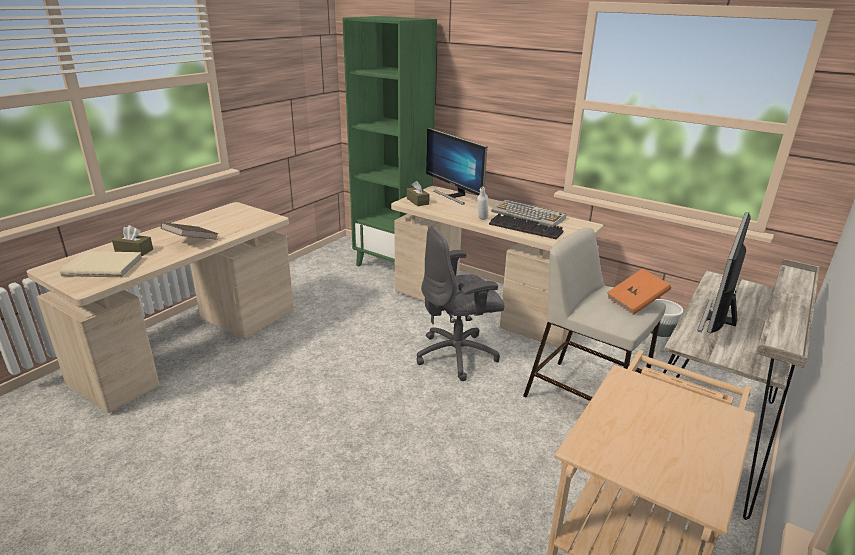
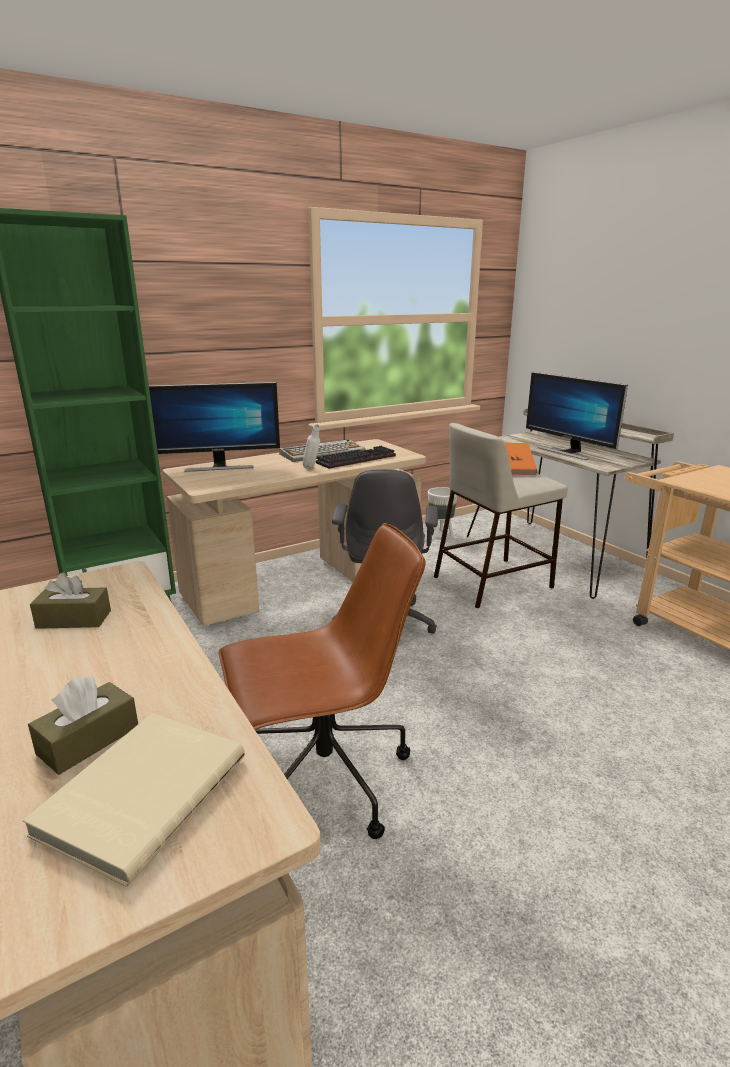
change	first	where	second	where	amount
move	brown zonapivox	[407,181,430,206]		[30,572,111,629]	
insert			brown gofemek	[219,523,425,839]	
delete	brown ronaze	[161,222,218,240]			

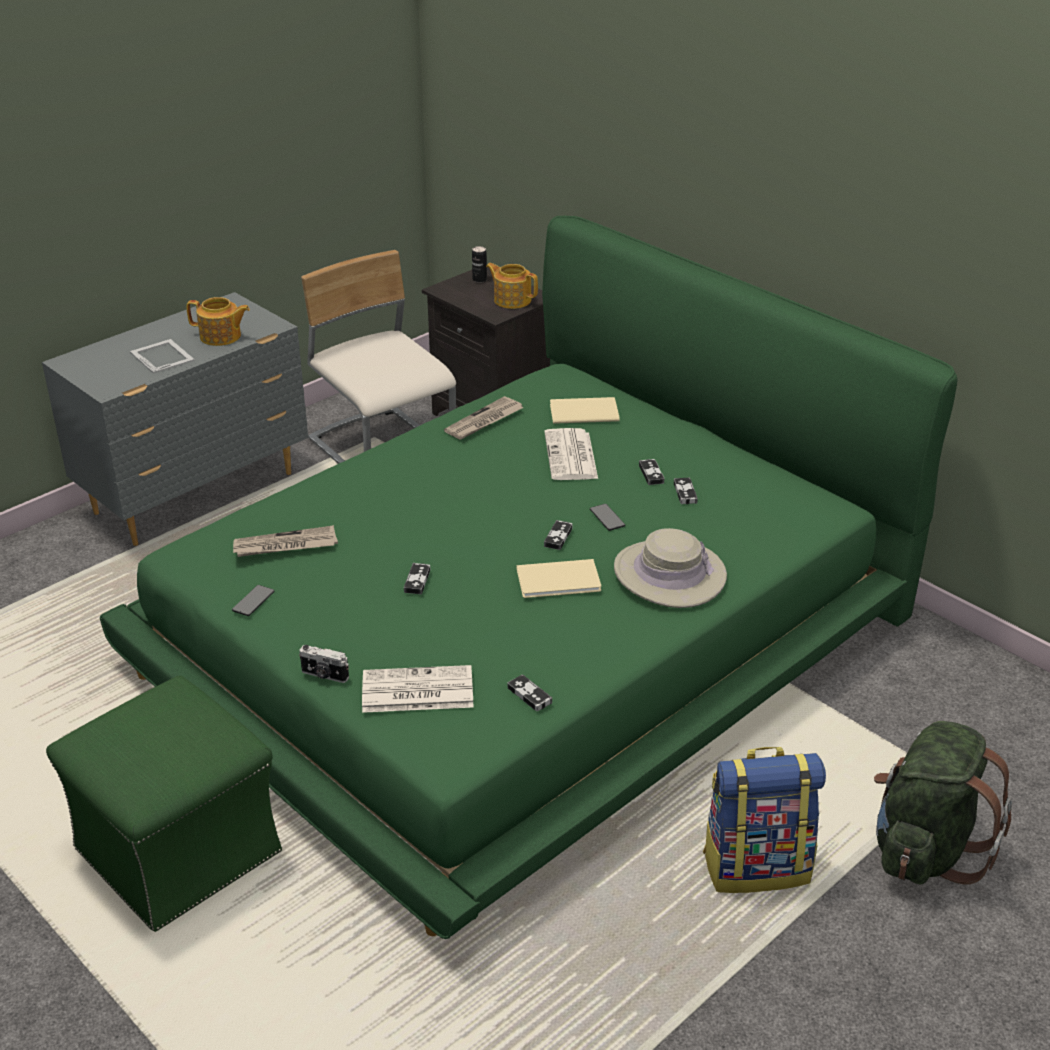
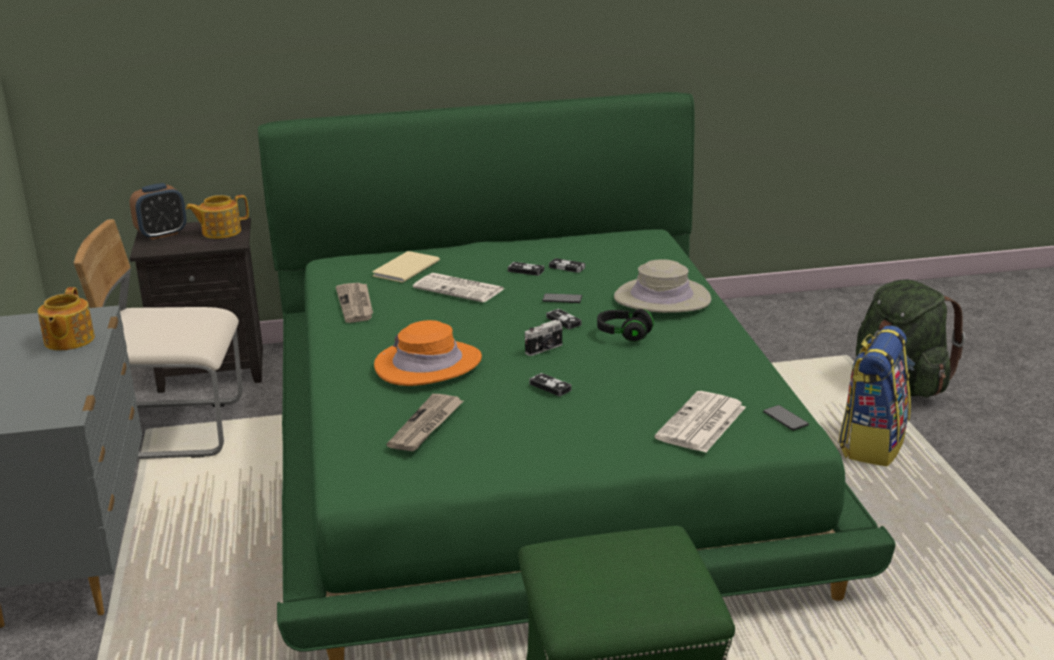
change	first	where	second	where	amount
rotate	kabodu	[187,297,250,346]		[38,287,95,350]	135 degrees clockwise
replace	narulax	[472,246,487,283]	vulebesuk	[130,183,187,240]	
insert			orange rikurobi	[374,320,482,386]	
move	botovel	[299,645,349,683]		[525,320,563,356]	
replace	beige ronaze	[516,559,601,598]	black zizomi	[597,309,654,342]	
move	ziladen	[232,585,275,616]		[763,405,809,431]	
delete	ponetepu	[130,339,195,374]			
delete	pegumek	[508,674,552,711]			

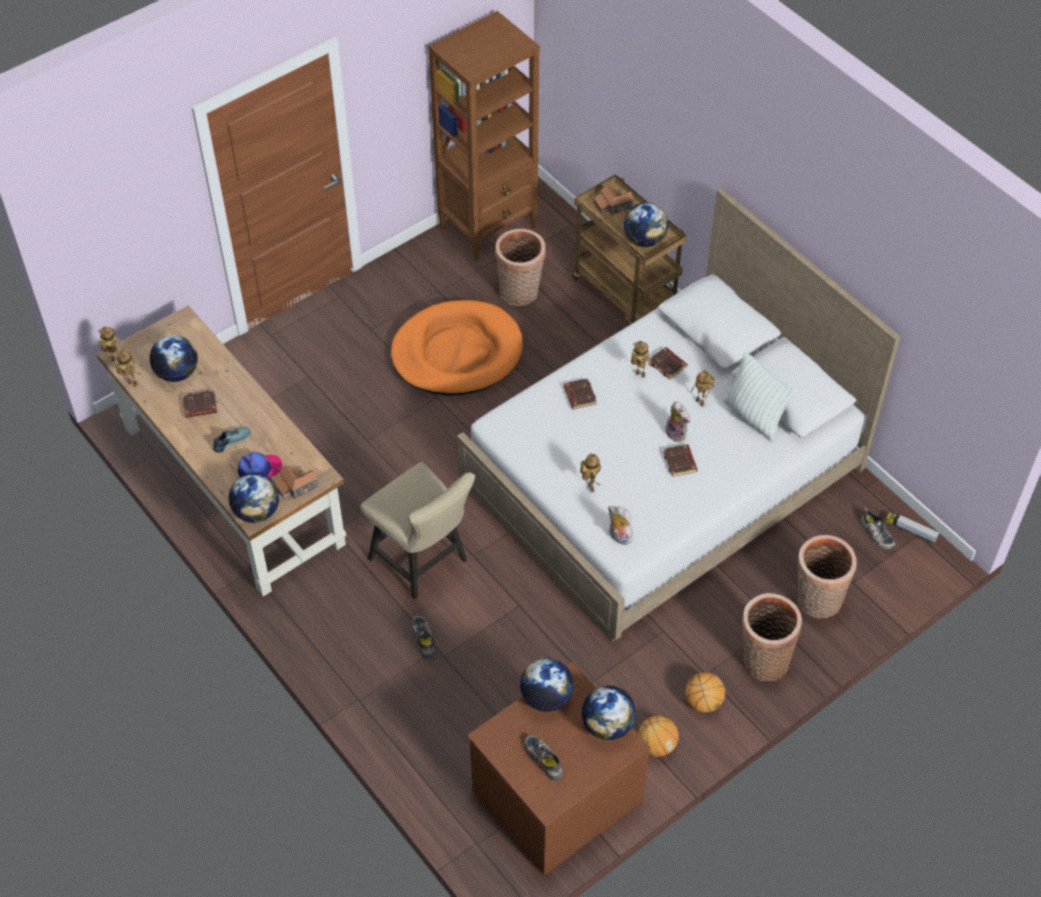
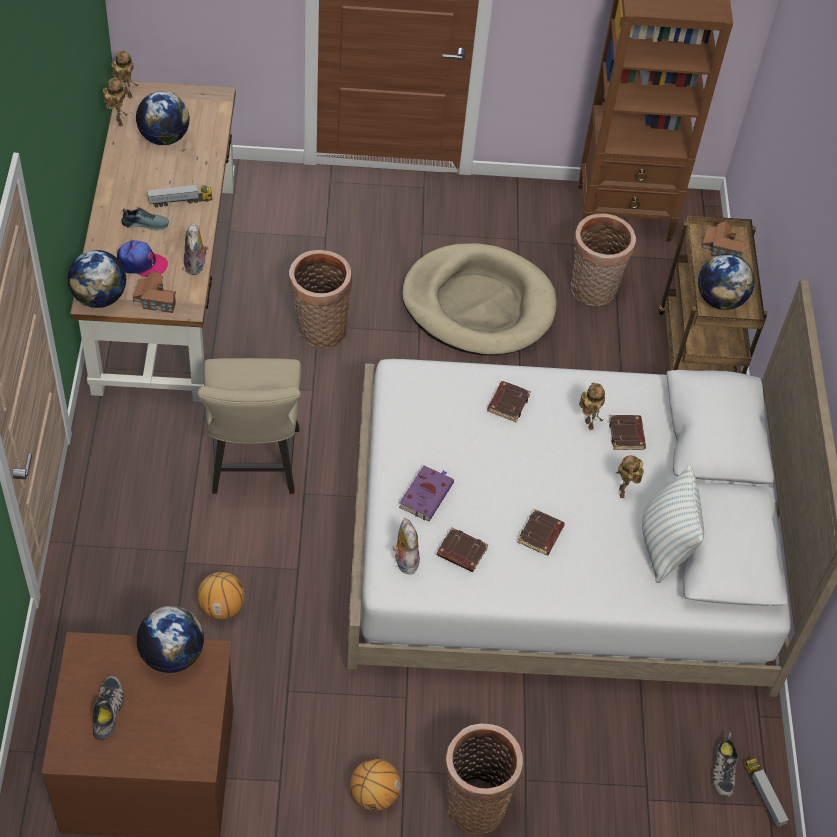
change	first	where	second	where	amount
insert			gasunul	[147,184,213,208]	
move	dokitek	[665,401,690,442]		[184,223,208,275]	
move	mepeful	[638,716,679,757]		[197,572,245,619]	
move	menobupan	[797,535,857,618]		[289,250,352,348]	
replace	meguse	[580,453,601,492]	purple ronaze	[399,465,454,521]	
recolor	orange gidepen	[391,300,523,396]	beige gidepen	[402,243,557,356]	
move	brown ronaze	[183,390,217,418]		[437,527,488,572]	
delete	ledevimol	[412,616,435,659]			
delete	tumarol	[582,686,636,740]			

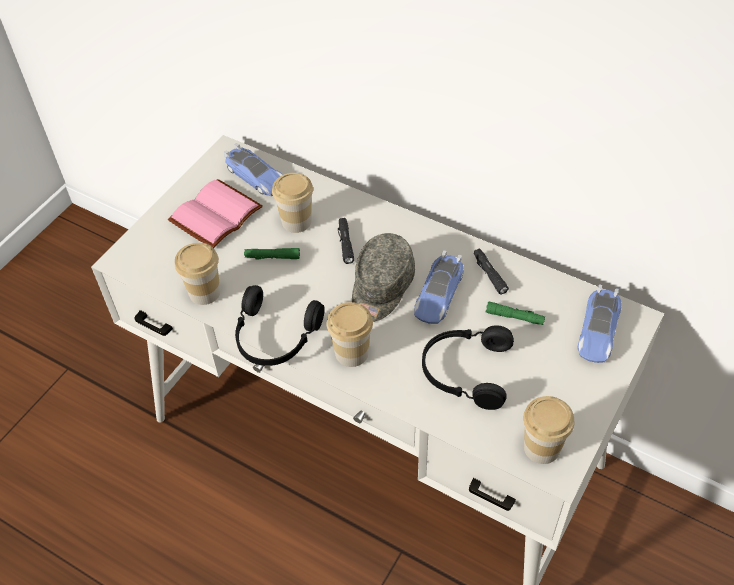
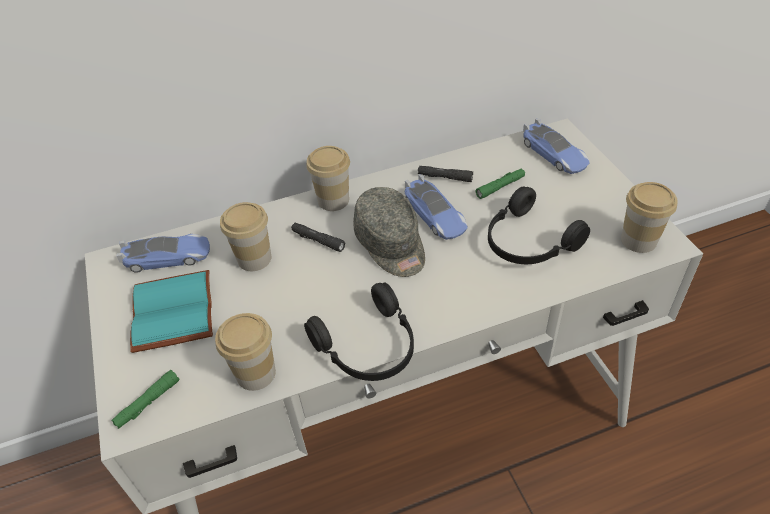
change	first	where	second	where	amount
move	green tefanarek	[244,248,300,259]		[111,370,180,429]	
recolor	pink ronaze	[168,179,263,248]	turquoise ronaze	[130,270,213,353]	
move	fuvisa	[327,302,373,367]		[306,146,350,211]	

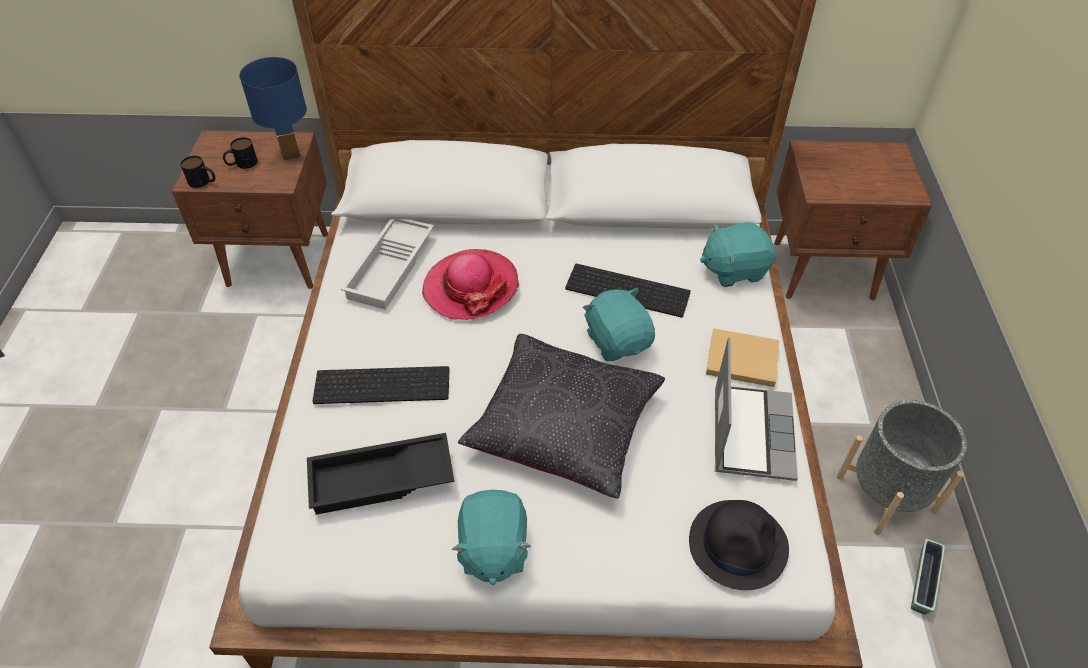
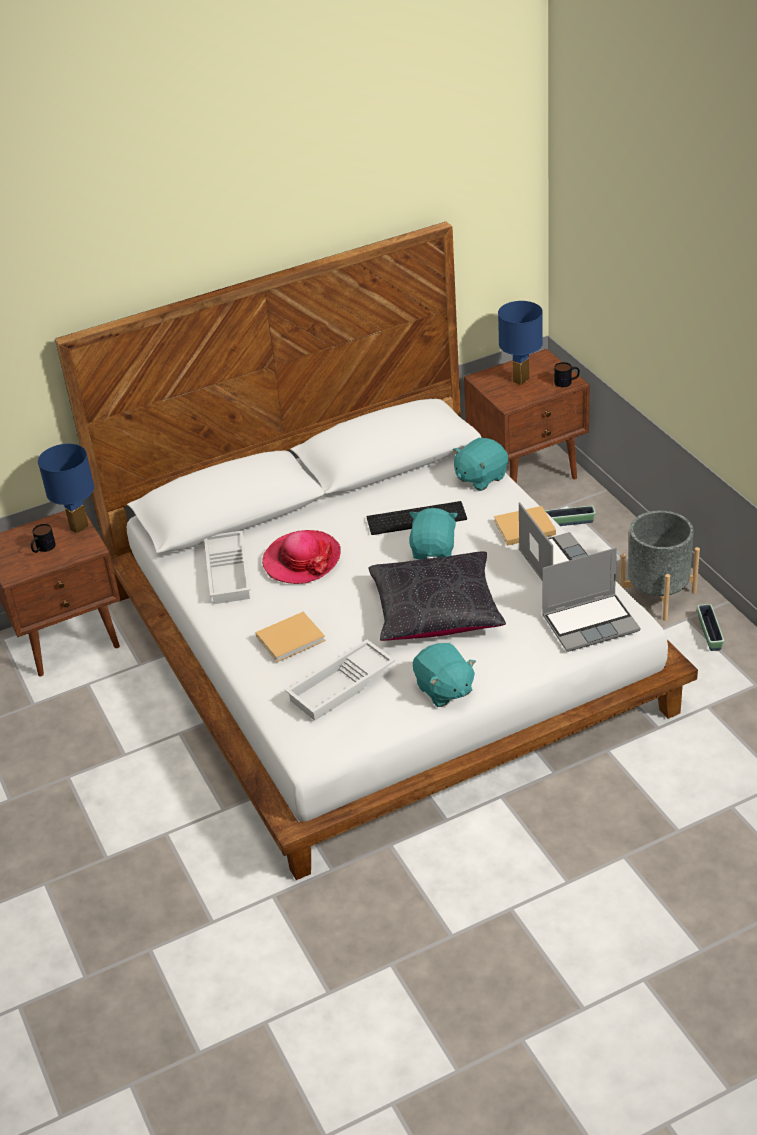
change	first	where	second	where	amount
replace	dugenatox	[312,366,450,404]	beige ronaze	[256,612,326,662]	
recolor	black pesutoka	[307,433,455,515]	white pesutoka	[285,640,395,721]	
rotate	turquoise dokitek	[583,288,655,361]		[409,508,458,559]	60 degrees clockwise
insert			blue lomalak	[498,301,543,385]	
replace	black rikurobi	[689,500,789,590]	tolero	[542,548,640,652]	
insert			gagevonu	[545,506,596,526]	
move	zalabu	[181,156,215,188]		[554,362,580,387]	

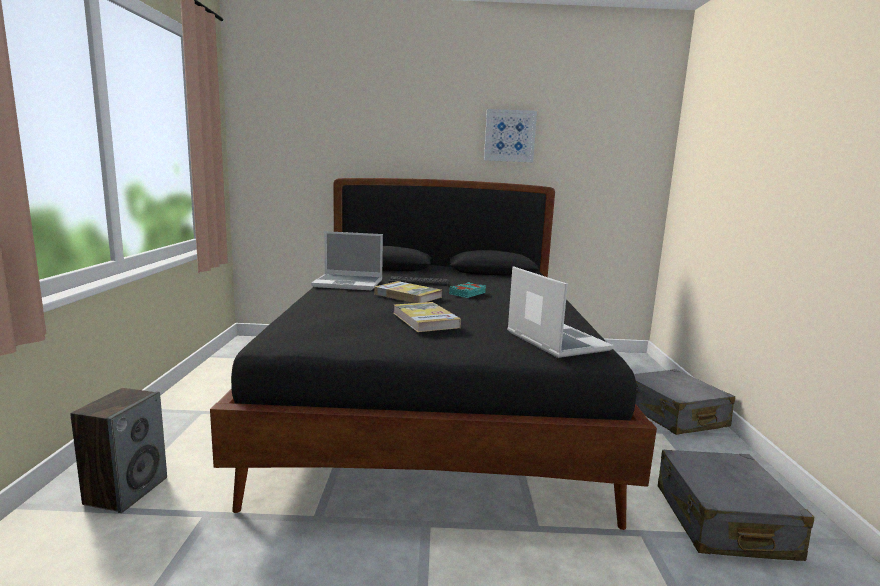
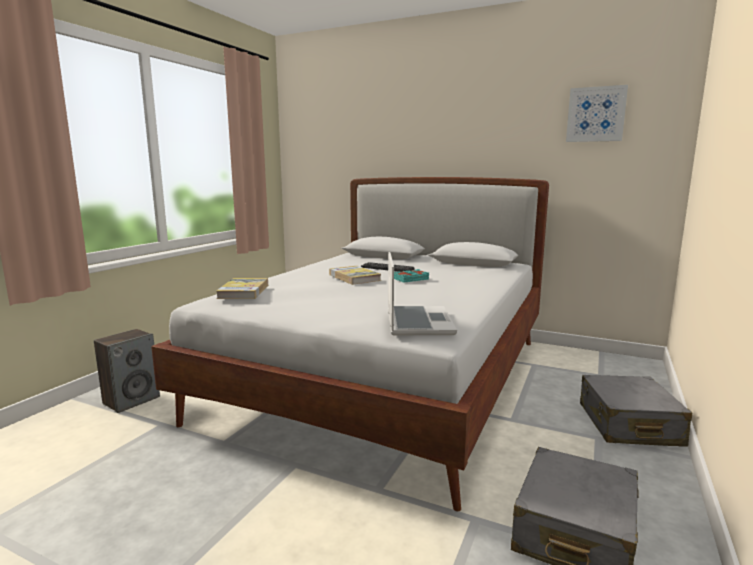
change	first	where	second	where	amount
recolor	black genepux	[210,178,657,530]	white genepux	[151,177,549,512]	
move	ronaze	[393,302,461,332]		[216,278,268,299]	
move	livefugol	[484,109,537,162]		[566,85,628,142]	
delete	tolero	[311,231,383,290]			

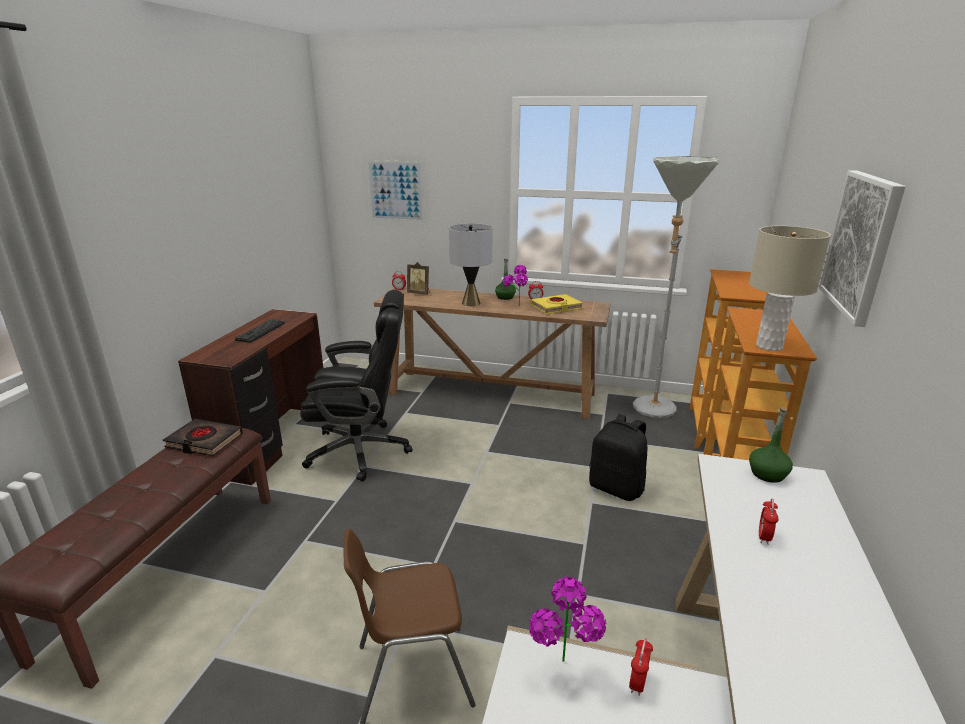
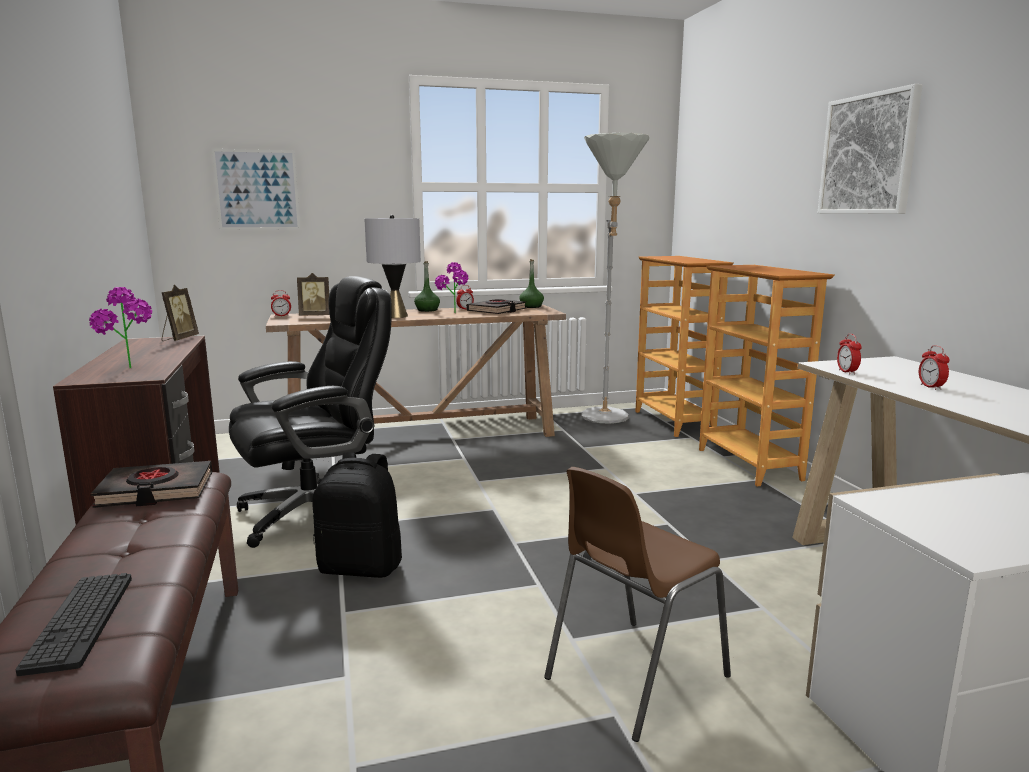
change	first	where	second	where	amount
move	dugenatox	[235,319,285,343]		[15,573,132,676]	
move	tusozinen	[529,576,606,662]		[89,287,152,368]	
insert			ponetepu	[162,285,199,341]	
move	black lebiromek	[589,414,648,501]		[313,452,402,578]	
recolor	yellow ronaze	[530,294,583,314]	black ronaze	[467,299,526,314]	
move	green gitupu	[749,407,793,483]		[519,259,544,308]	
move	vulebesuk	[629,638,653,696]		[837,334,862,374]	
delete	beige lomalak	[749,226,831,351]			

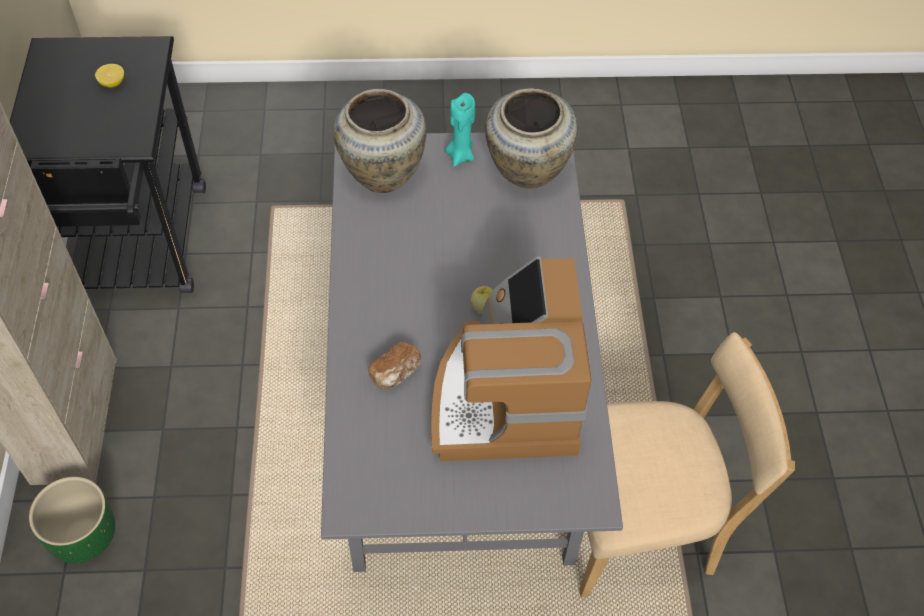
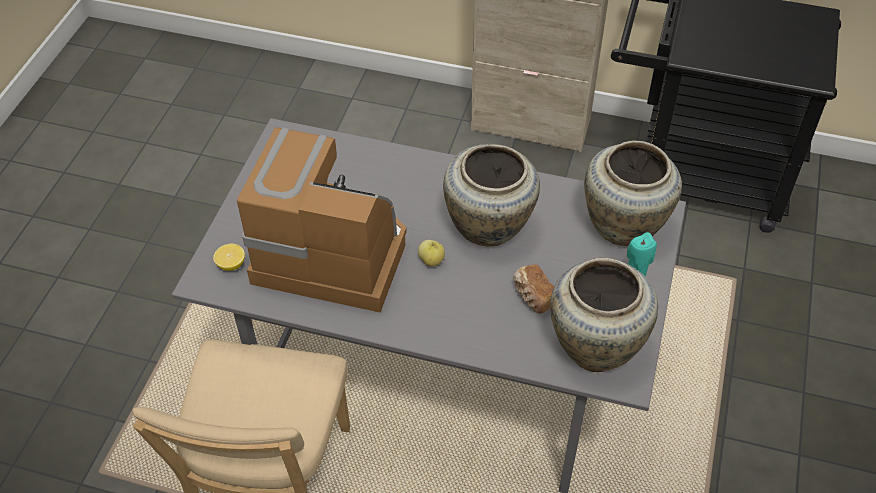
change	first	where	second	where	amount
move	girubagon	[95,64,124,88]		[213,244,245,271]	
insert			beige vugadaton	[443,144,540,247]	
move	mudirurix	[369,342,421,390]		[513,264,554,314]	
delete	green gagevonu	[29,477,115,563]			

